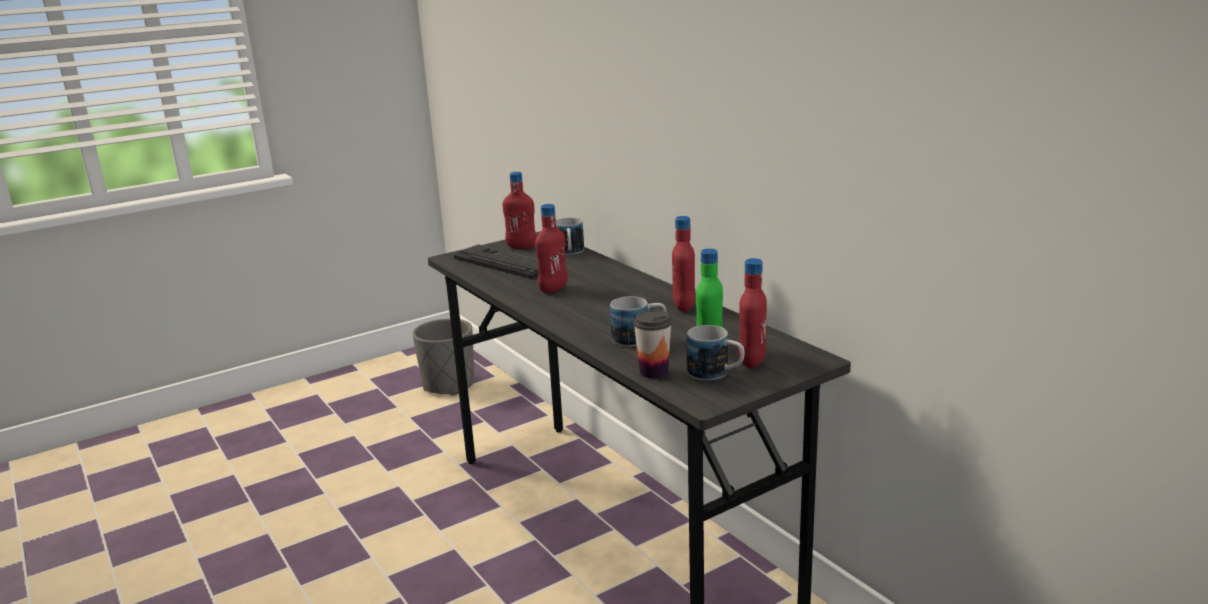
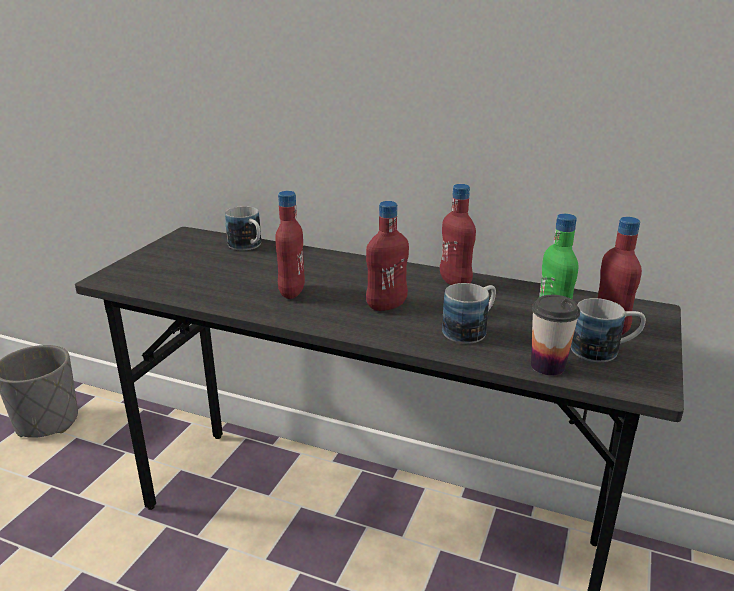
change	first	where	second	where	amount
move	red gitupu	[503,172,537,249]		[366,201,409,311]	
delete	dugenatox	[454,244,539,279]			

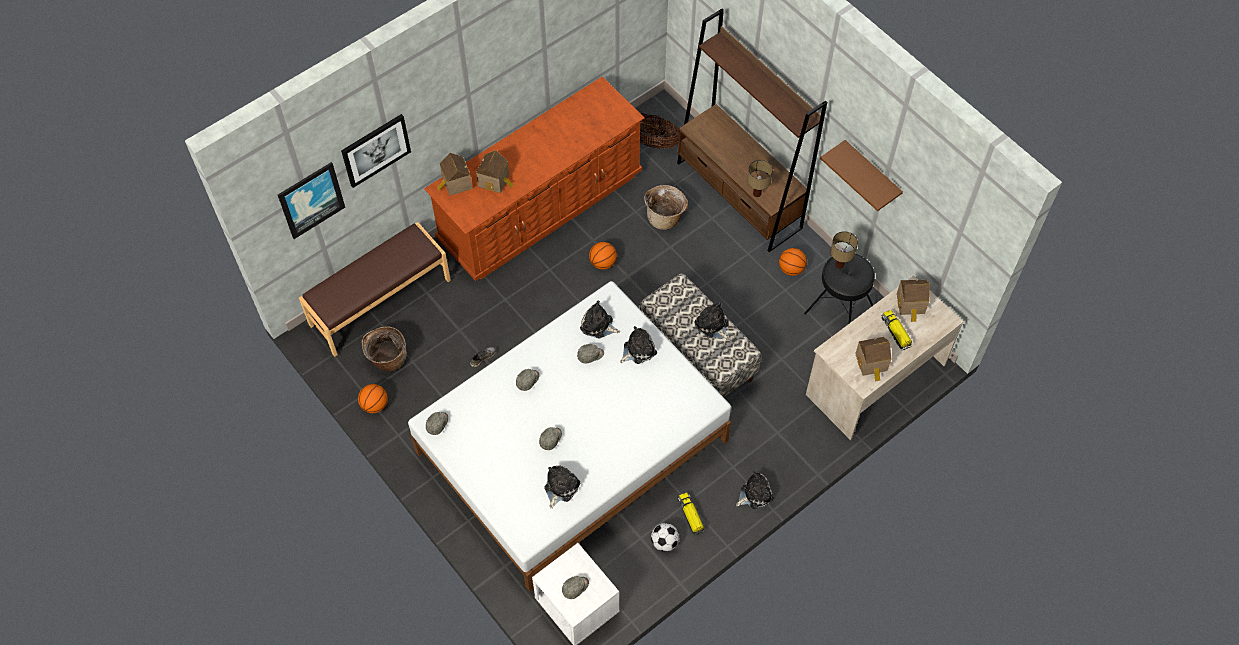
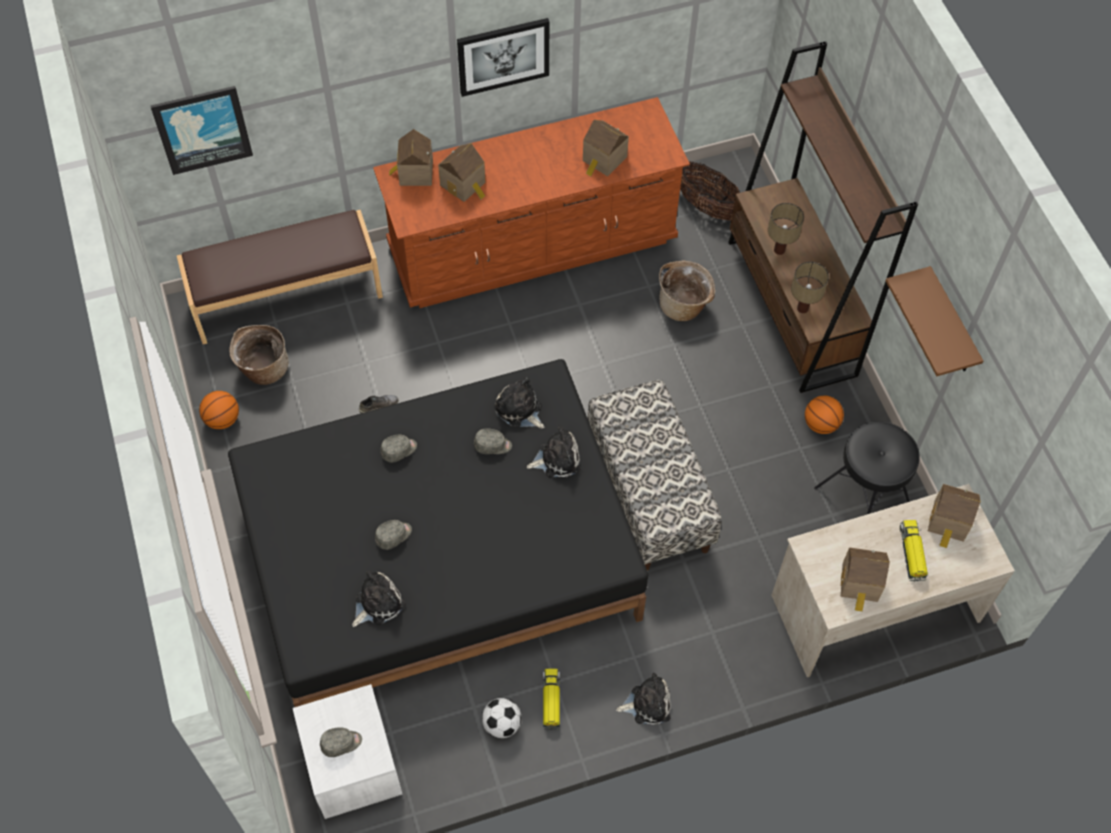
change	first	where	second	where	amount
recolor	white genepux	[408,281,731,592]	black genepux	[228,359,648,707]	
move	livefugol	[341,114,411,188]		[457,18,549,97]	
insert			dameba	[583,120,629,177]	
move	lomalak	[830,231,858,269]		[768,203,804,255]	
delete	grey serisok	[426,412,448,435]			
delete	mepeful	[589,242,617,270]			
delete	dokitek	[694,302,730,340]			

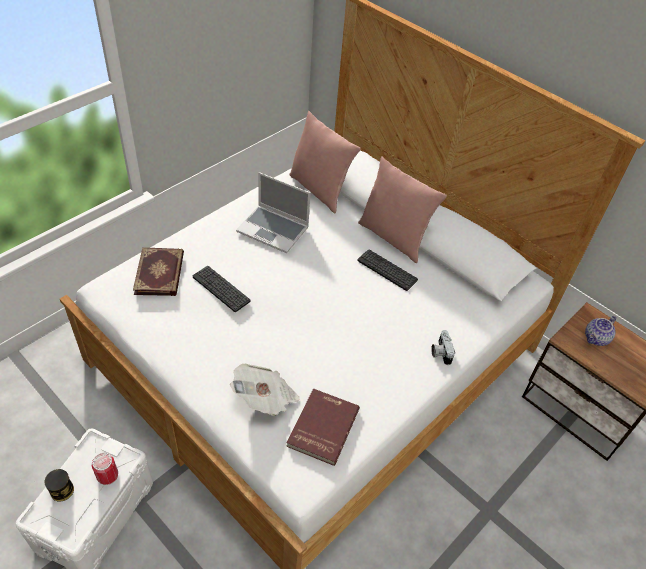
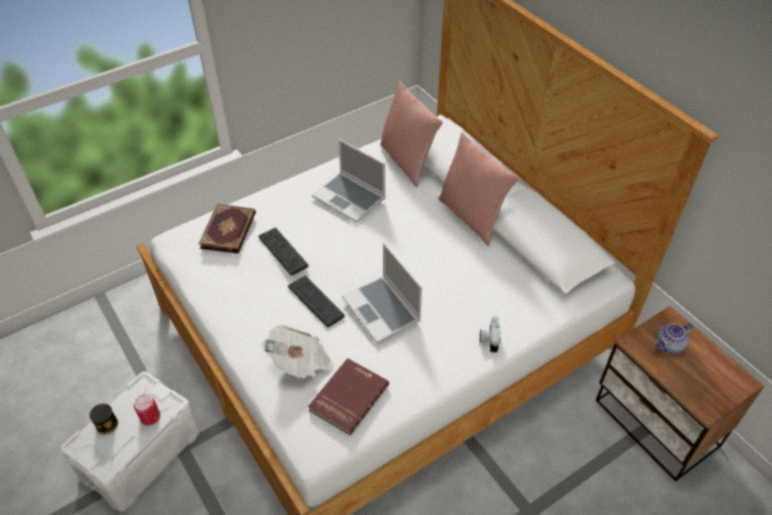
change	first	where	second	where	amount
move	dugenatox	[358,249,418,291]		[288,275,345,328]	
insert			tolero	[342,243,422,343]	

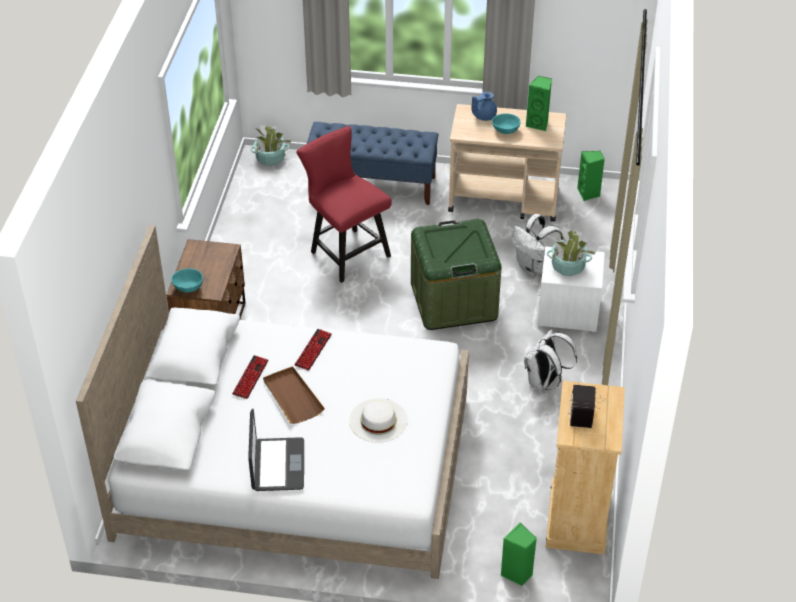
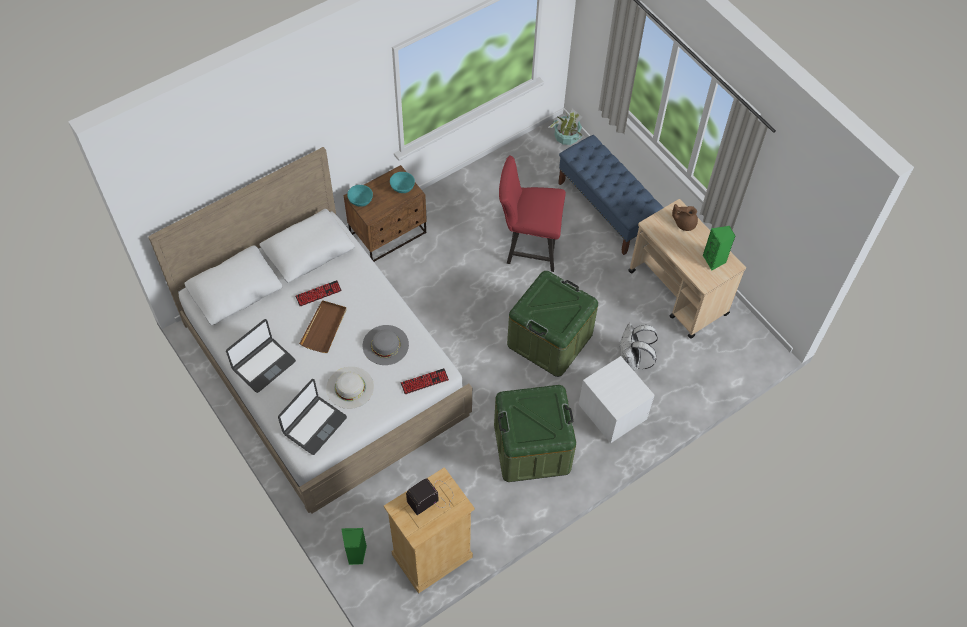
change	first	where	second	where	amount
insert			tolero	[278,379,347,455]	
insert			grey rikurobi	[363,325,409,365]	
move	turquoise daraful	[492,113,521,134]		[390,172,415,193]	
move	dugenatox	[294,329,332,371]		[401,368,449,394]	
replace	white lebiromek	[524,329,577,391]	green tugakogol	[494,385,576,482]	
rotate	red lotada	[296,126,392,283]		[499,156,566,272]	90 degrees counterclockwise
recolor	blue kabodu	[471,91,497,121]	brown kabodu	[672,204,698,231]	
delete	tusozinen	[547,228,597,276]			
delete	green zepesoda	[577,151,605,201]			

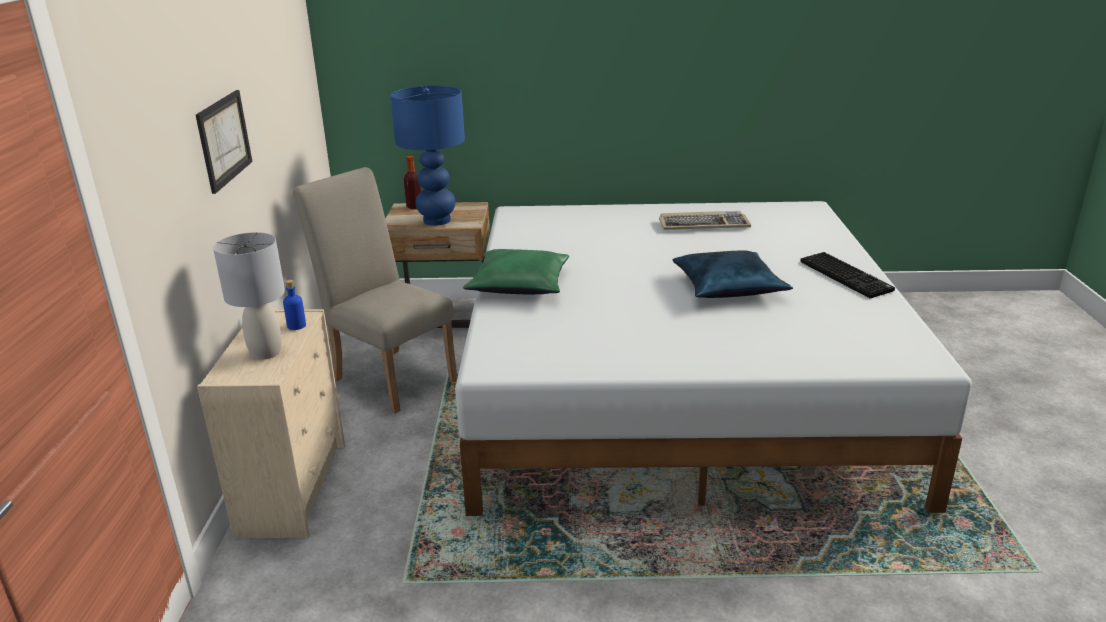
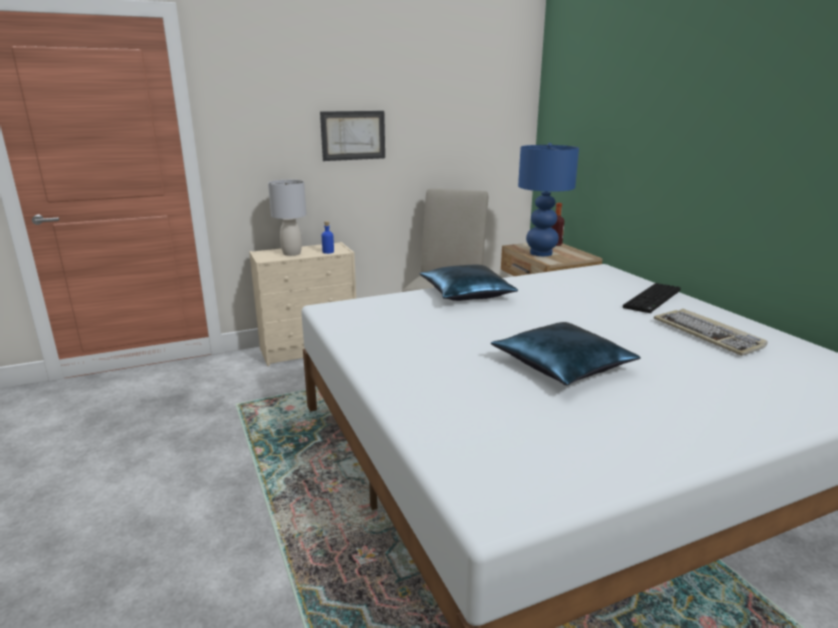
change	first	where	second	where	amount
recolor	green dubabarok	[463,249,569,294]	blue dubabarok	[420,265,518,301]	
move	dugenatox	[800,252,895,299]		[623,283,681,313]	

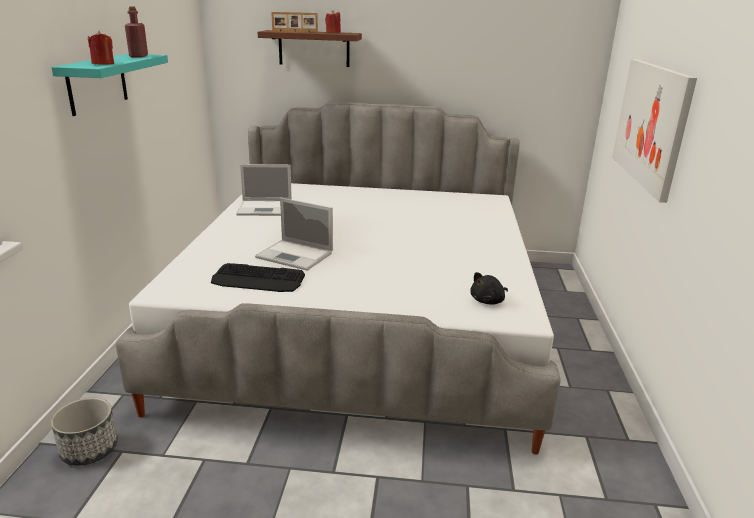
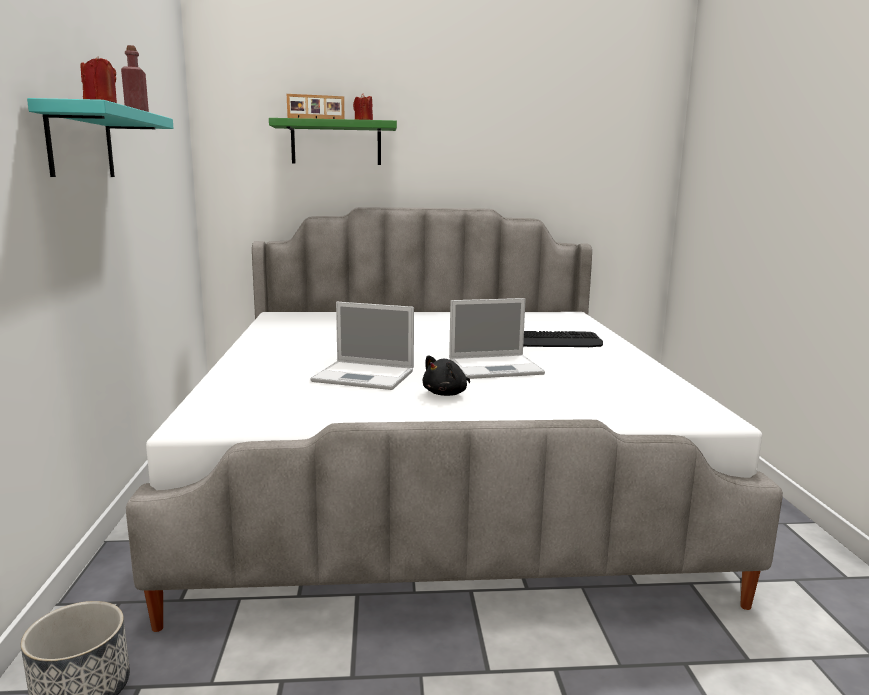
change	first	where	second	where	amount
recolor	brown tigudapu	[257,30,362,67]	green tigudapu	[269,118,397,165]	
move	black dokitek	[470,272,508,304]		[423,355,470,396]	
move	tolero	[236,164,292,216]		[449,298,545,379]	
move	dugenatox	[211,263,305,292]		[523,331,603,347]	
delete	livefugol	[612,59,697,203]			

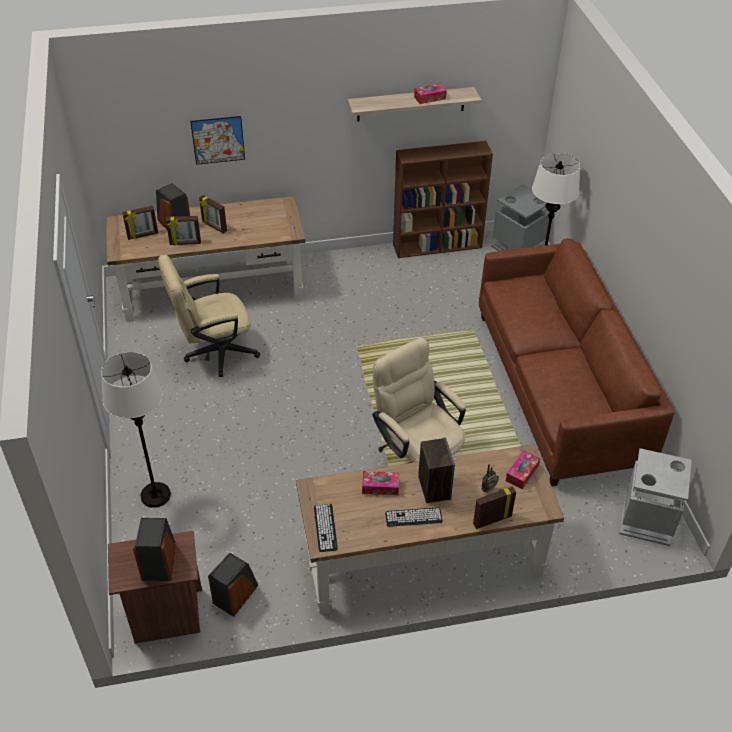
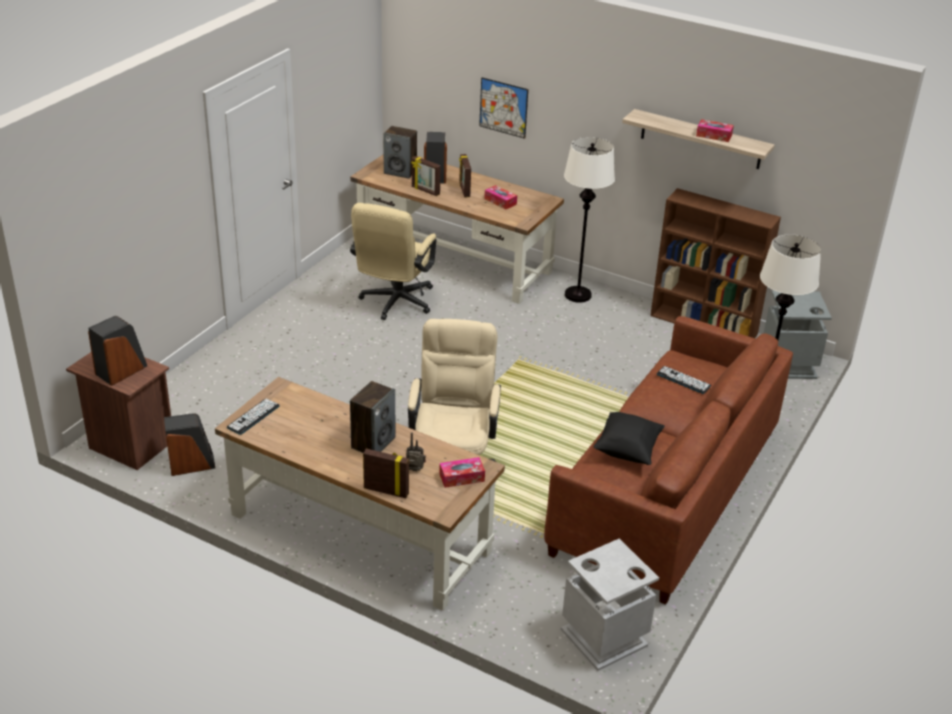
change	first	where	second	where	amount
rotate	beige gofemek	[158,255,261,377]		[350,203,437,320]	90 degrees counterclockwise
replace	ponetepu	[122,206,158,240]	zepesoda	[383,126,417,179]	
move	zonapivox	[362,471,399,495]		[484,185,517,210]	
move	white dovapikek	[101,352,171,508]		[564,137,615,303]	
insert			black dubabarok	[594,412,665,465]	
move	dugenatox	[385,507,443,527]		[657,366,711,394]	

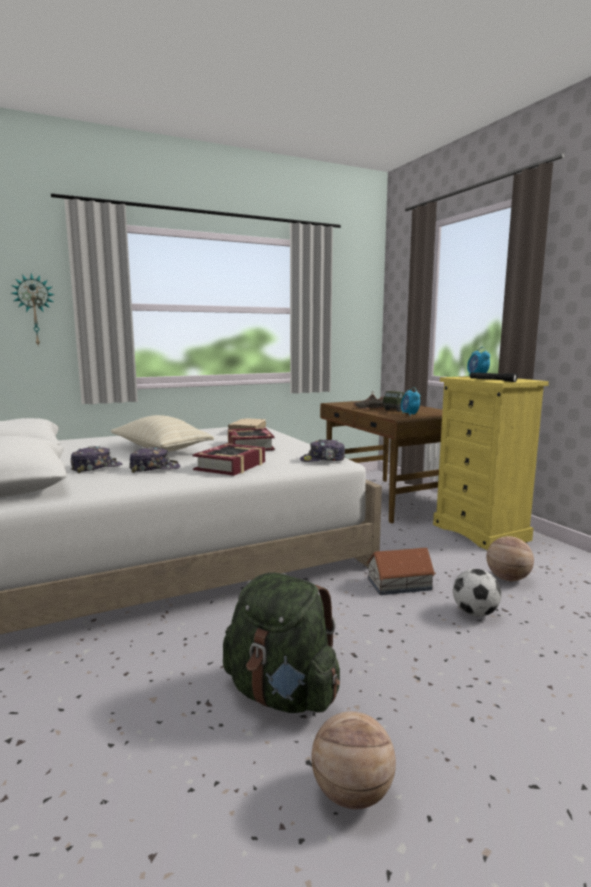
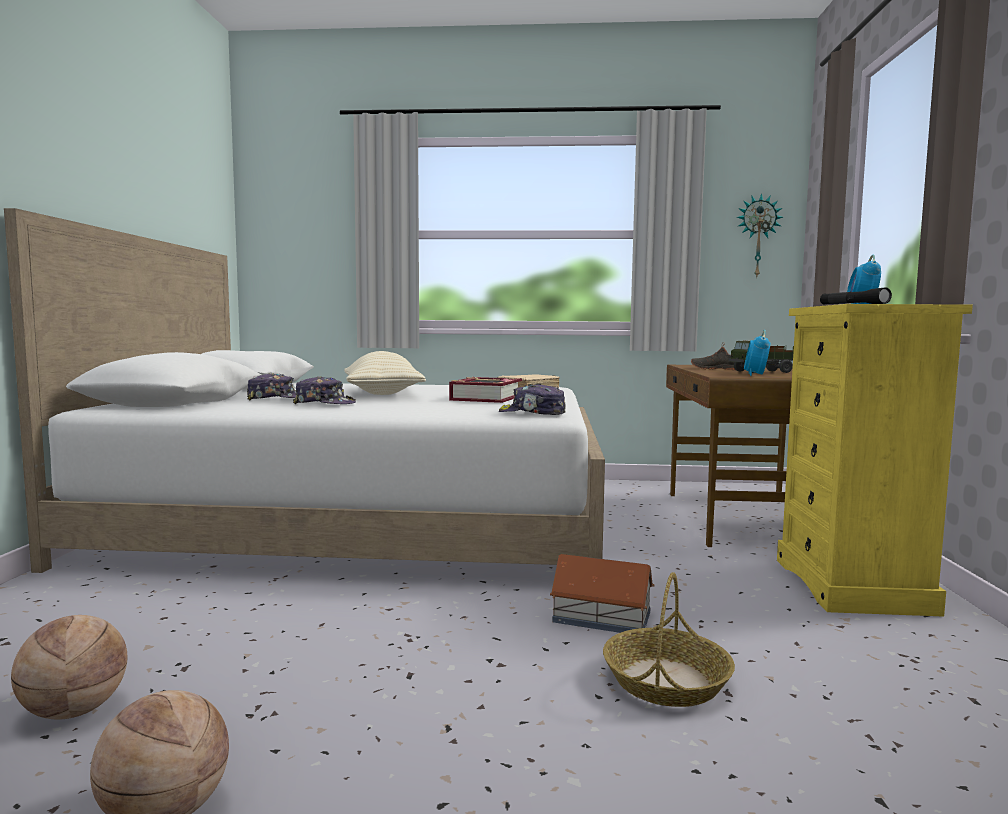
change	first	where	second	where	amount
move	mepeful	[486,536,534,581]		[11,615,127,719]	
replace	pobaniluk	[453,569,502,616]	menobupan	[603,572,735,707]	
move	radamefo	[11,273,55,347]		[736,193,783,277]	
delete	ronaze	[192,443,265,476]			
delete	green lebiromek	[223,572,340,713]			

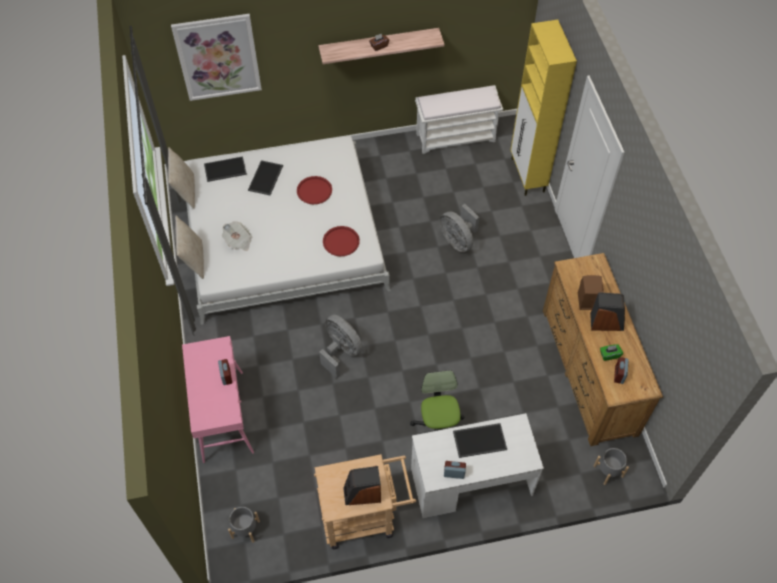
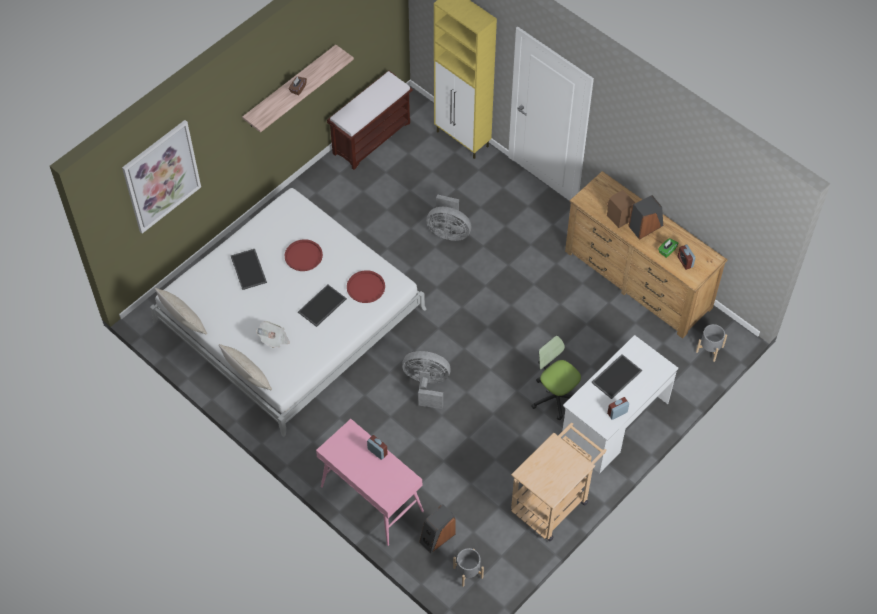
change	first	where	second	where	amount
move	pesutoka	[204,156,247,182]		[298,285,347,327]	
recolor	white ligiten	[415,85,503,154]	brown ligiten	[327,71,413,170]	
move	zepesoda	[343,466,381,505]		[419,505,456,553]	

